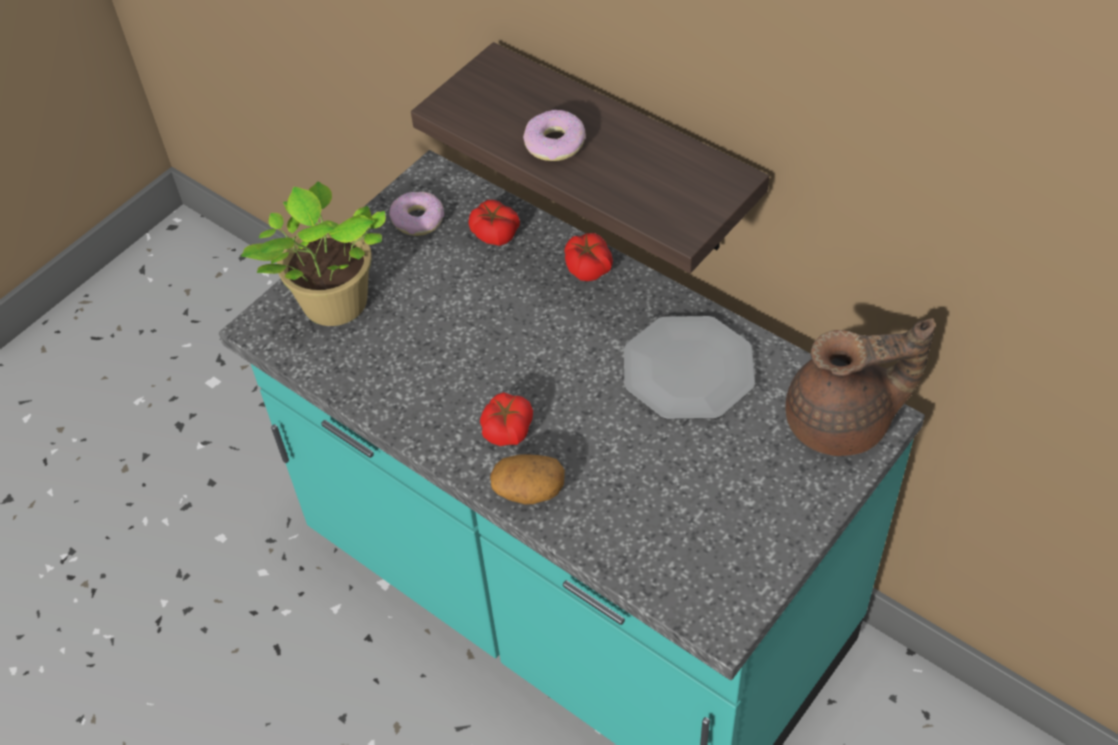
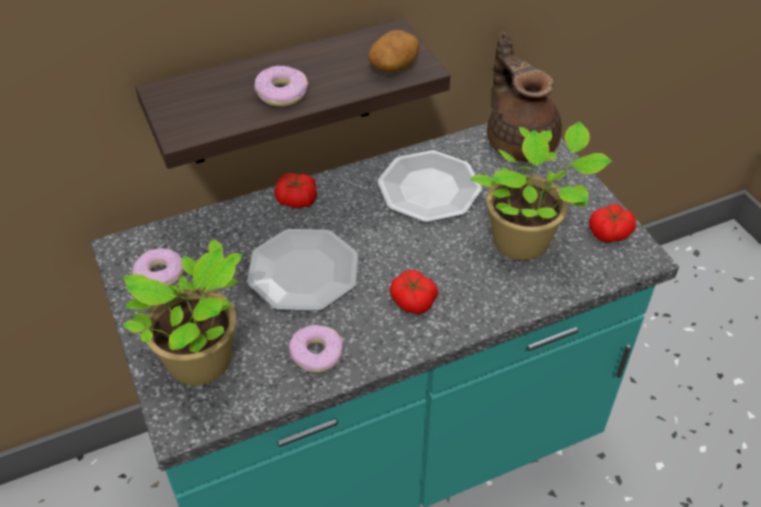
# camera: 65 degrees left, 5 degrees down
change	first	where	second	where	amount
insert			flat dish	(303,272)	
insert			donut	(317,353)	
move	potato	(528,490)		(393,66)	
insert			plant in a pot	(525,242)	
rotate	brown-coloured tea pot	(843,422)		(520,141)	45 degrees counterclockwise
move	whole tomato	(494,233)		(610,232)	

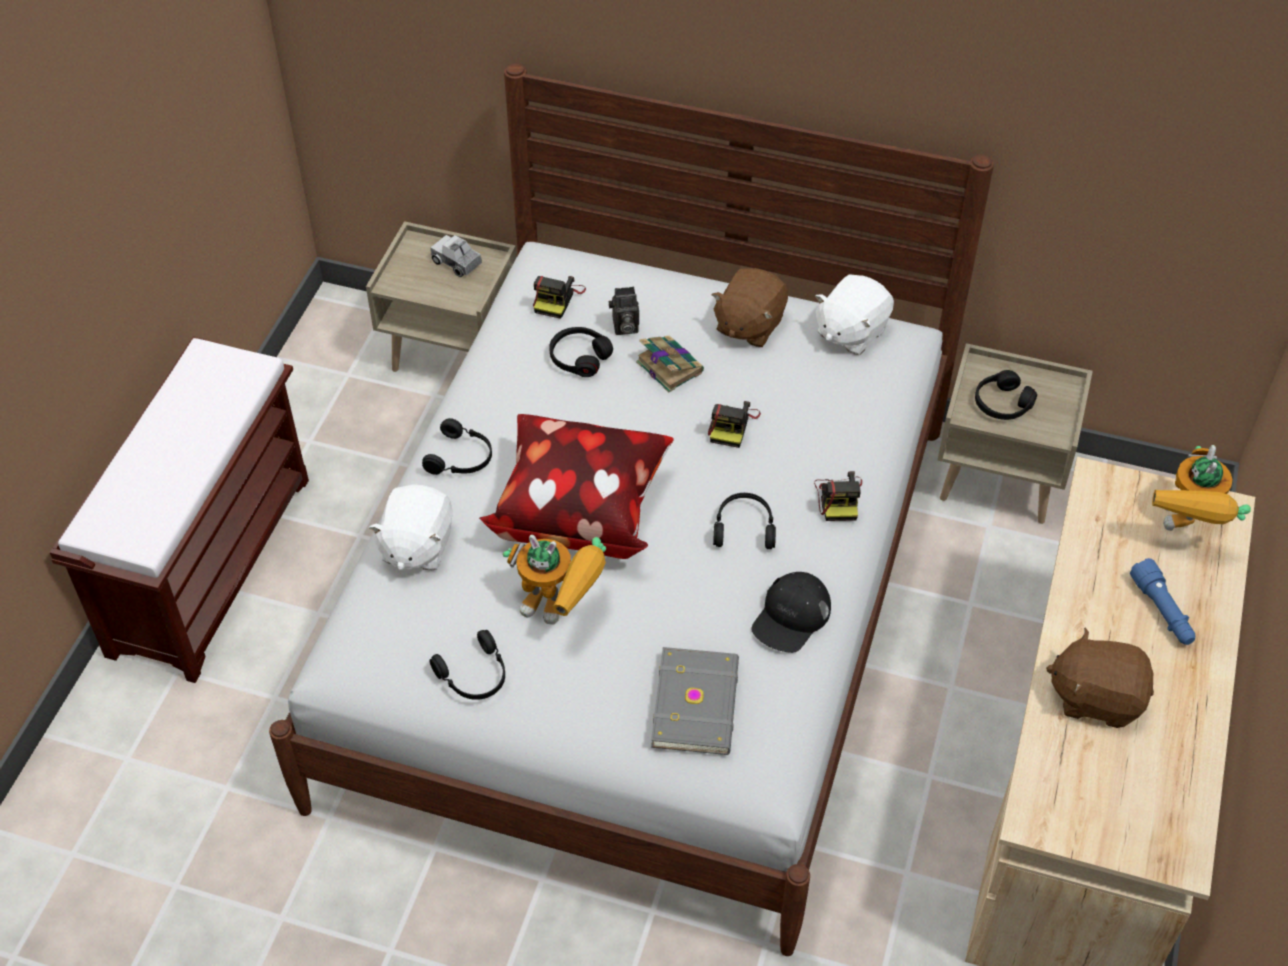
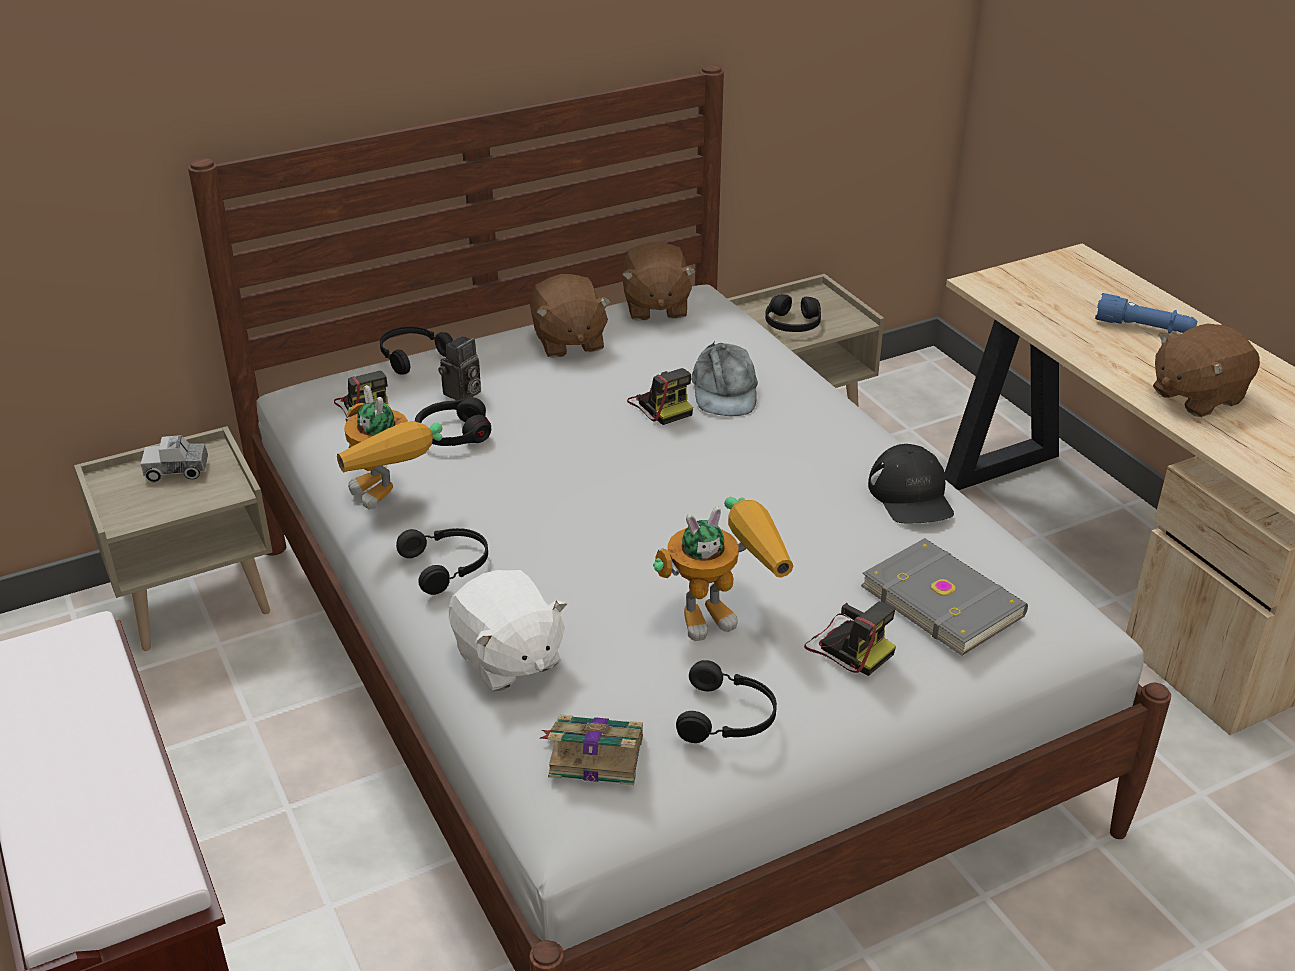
# camera: 45 degrees left, 15 degrees down
change	first	where	second	where	amount
move	model robot	(1185,530)		(390,500)	
move	blackish headset	(744,527)		(411,356)	
move	bound book	(668,366)		(593,754)	
recolor	white-coloured cuddly toy	(850,332)	brown-coloured cuddly toy	(655,307)	
insert			greyish peaked cap	(724,391)	
move	photo camera	(839,498)		(848,647)	
delete	throw pillow	(579,510)			

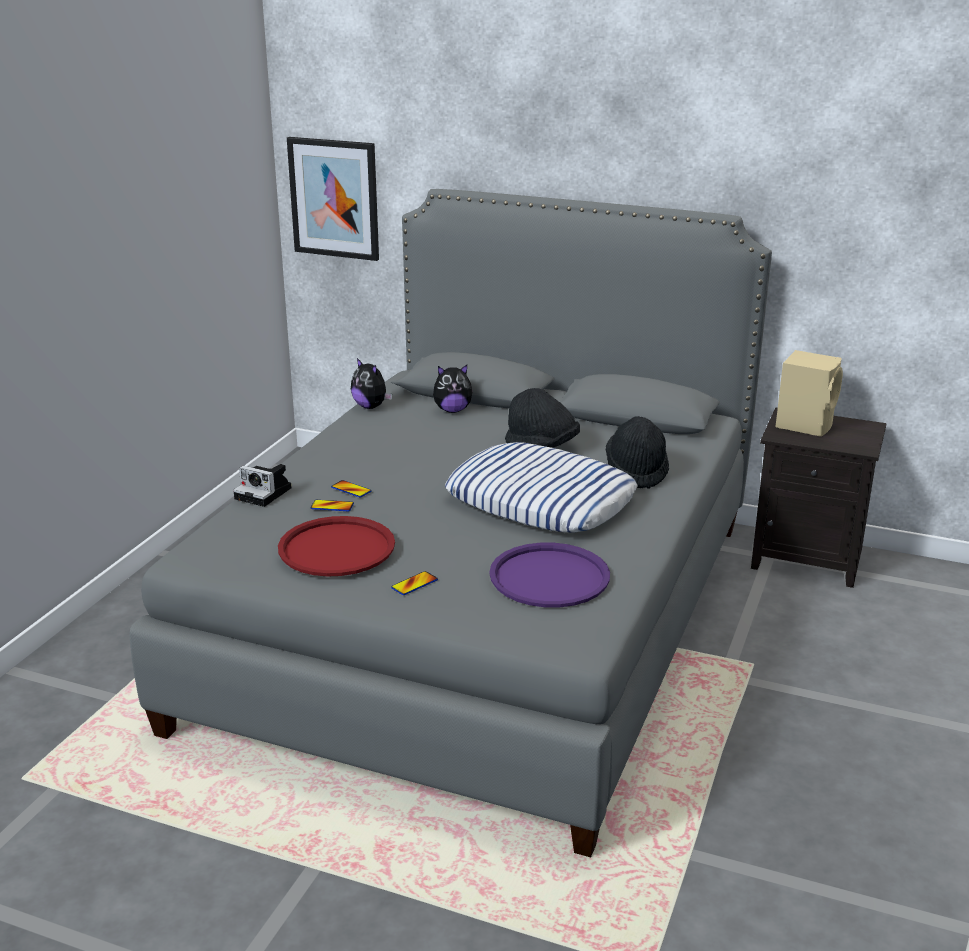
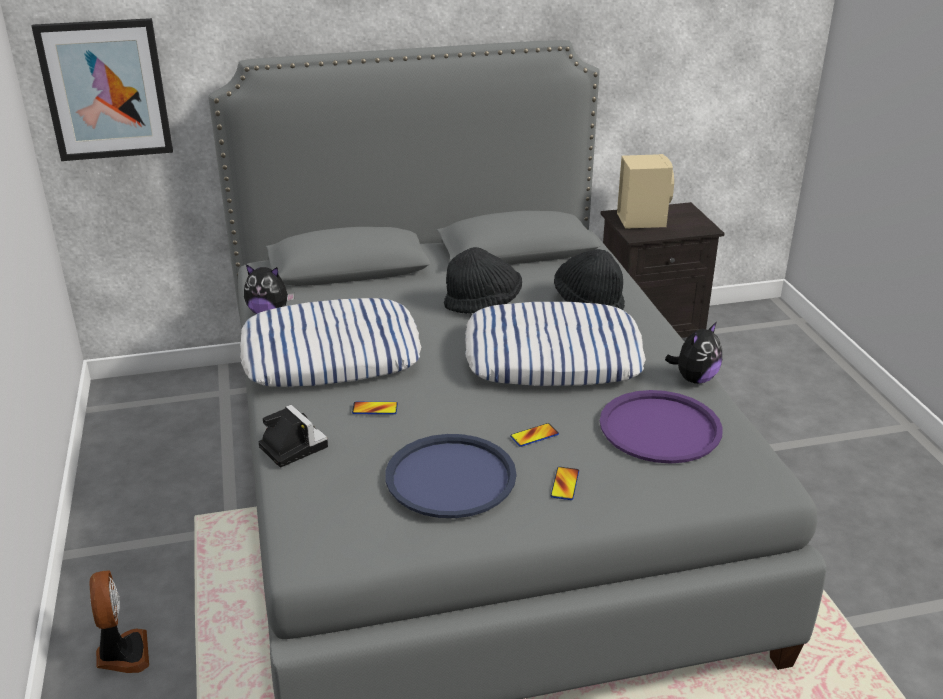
# camera: 35 degrees left, 5 degrees up
change	first	where	second	where	amount
insert			fan	(122,654)	
insert			throw pillow	(330,355)	
rotate	photo camera	(265,493)		(291,446)	120 degrees counterclockwise
recolor	red tray	(337,548)	bluish tray	(450,477)	
move	phone	(332,506)		(534,436)	
move	cuddly toy	(452,410)		(694,379)	

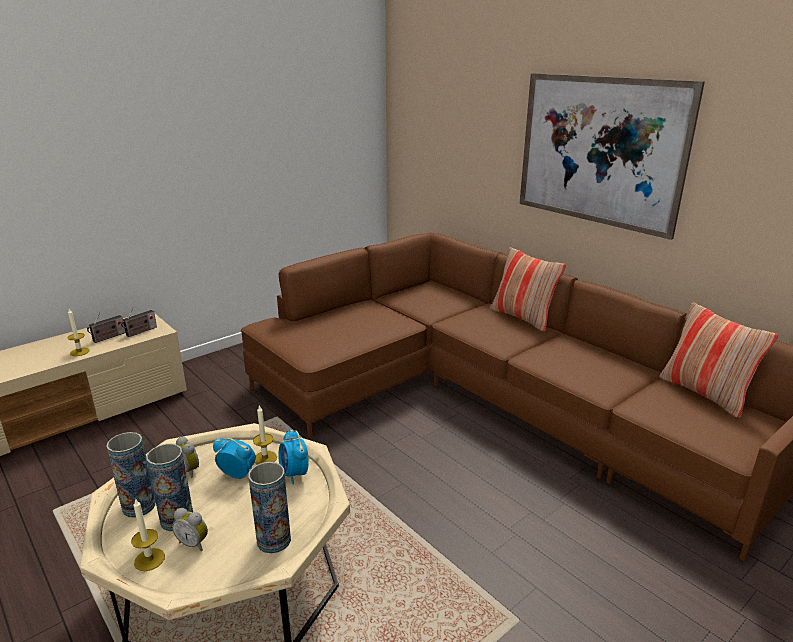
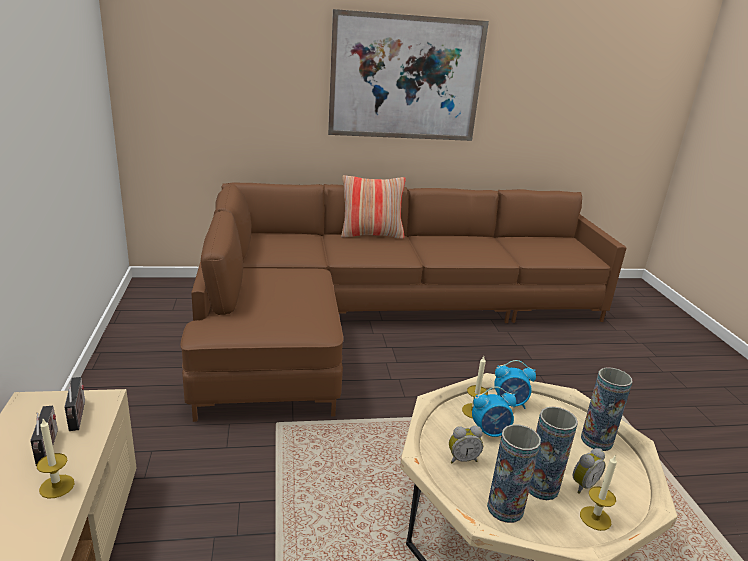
# camera: 60 degrees left, 0 degrees up
change	first	where	second	where	amount
rotate	bedside clock	(238,474)		(490,433)	150 degrees counterclockwise
delete	throw pillow	(705,393)			

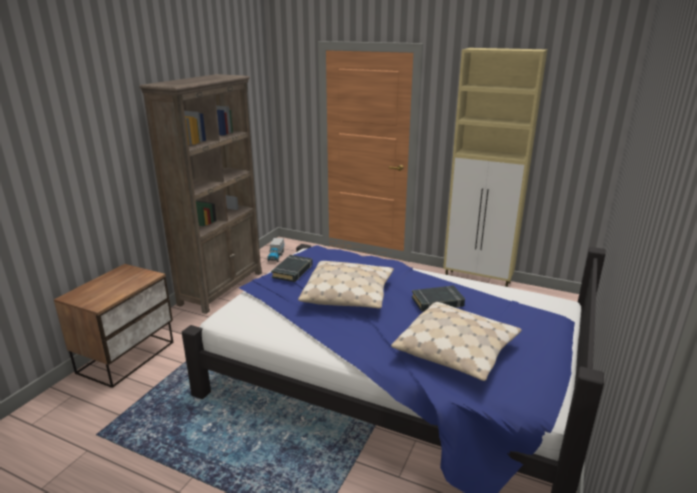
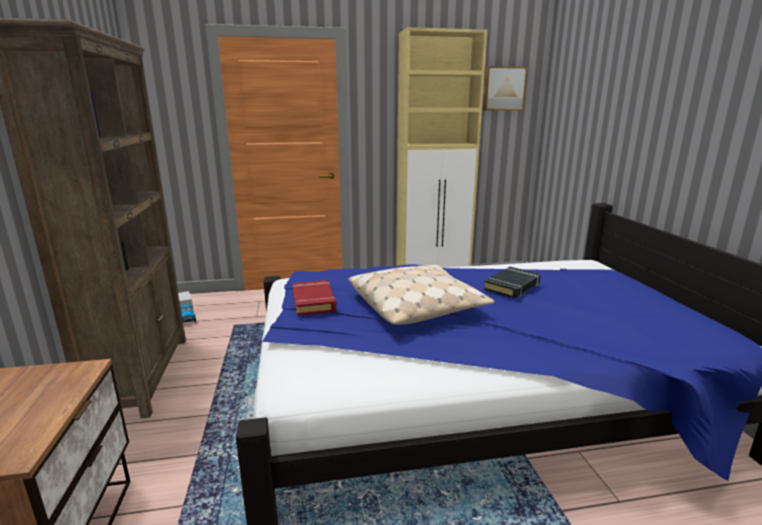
# camera: 35 degrees left, 5 degrees down
change	first	where	second	where	amount
recolor	blackish bound book	(293,271)	red bound book	(314,302)	
insert			picture	(504,88)	
delete	beige throw pillow	(456,351)			

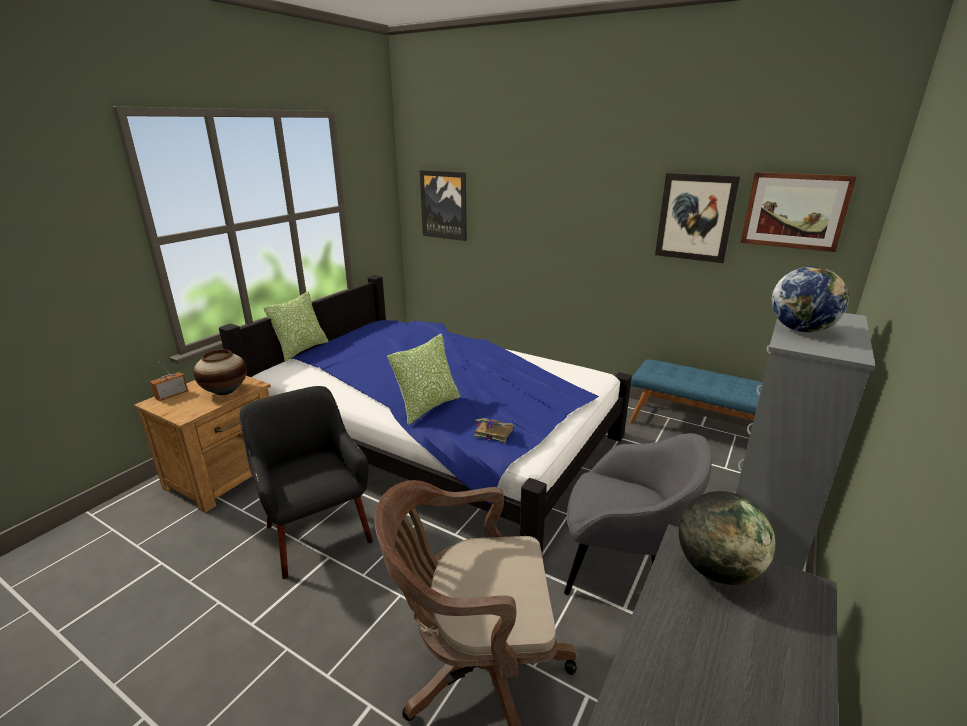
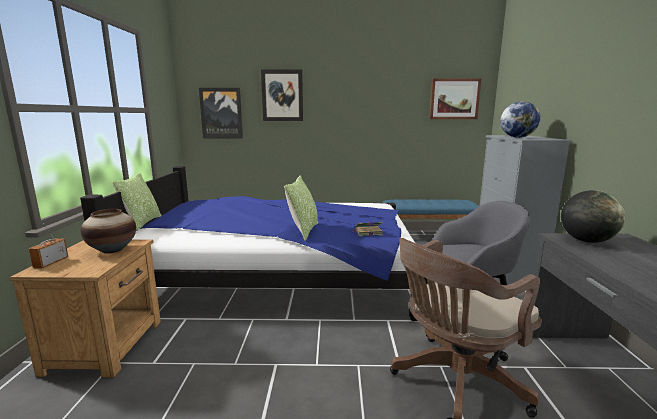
# camera: 30 degrees left, 10 degrees down
change	first	where	second	where	amount
move	picture	(695,217)		(282,95)	
delete	blackish easy chair	(316,533)			

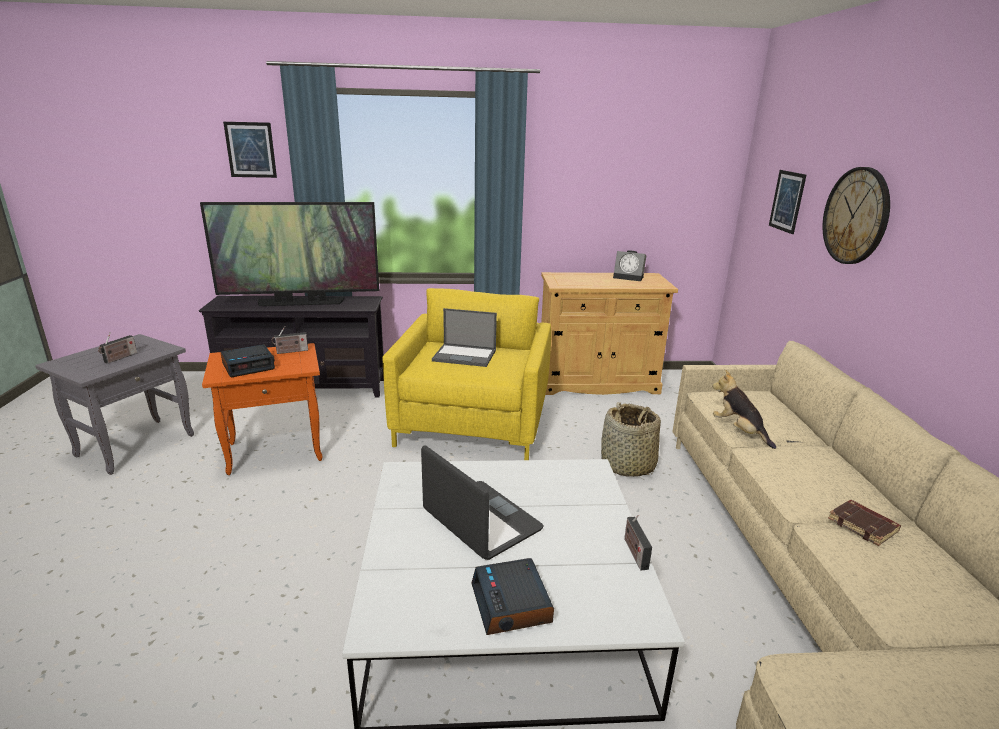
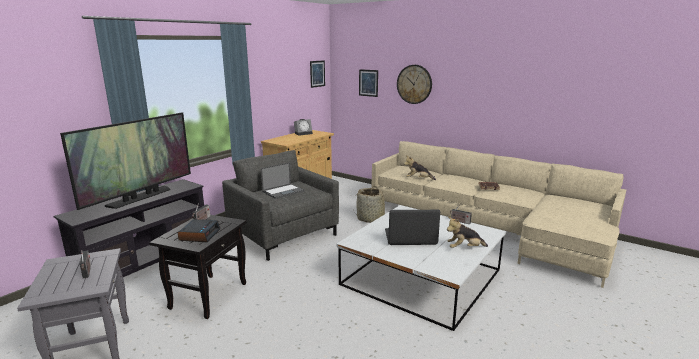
# camera: 50 degrees left, 5 degrees down
change	first	where	second	where	amount
recolor	orange-coloured end table	(277,451)	blackish end table	(209,295)	
recolor	yellow easy chair	(473,423)	greyish easy chair	(283,234)	
move	picture	(250,150)		(317,73)	
replace	bedside clock	(512,604)	cuddly toy	(464,248)	

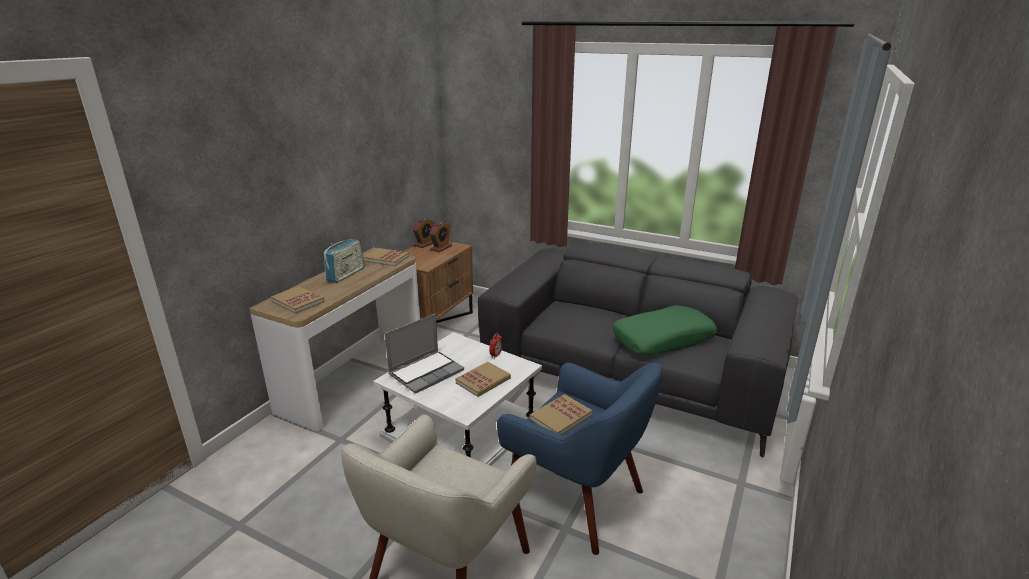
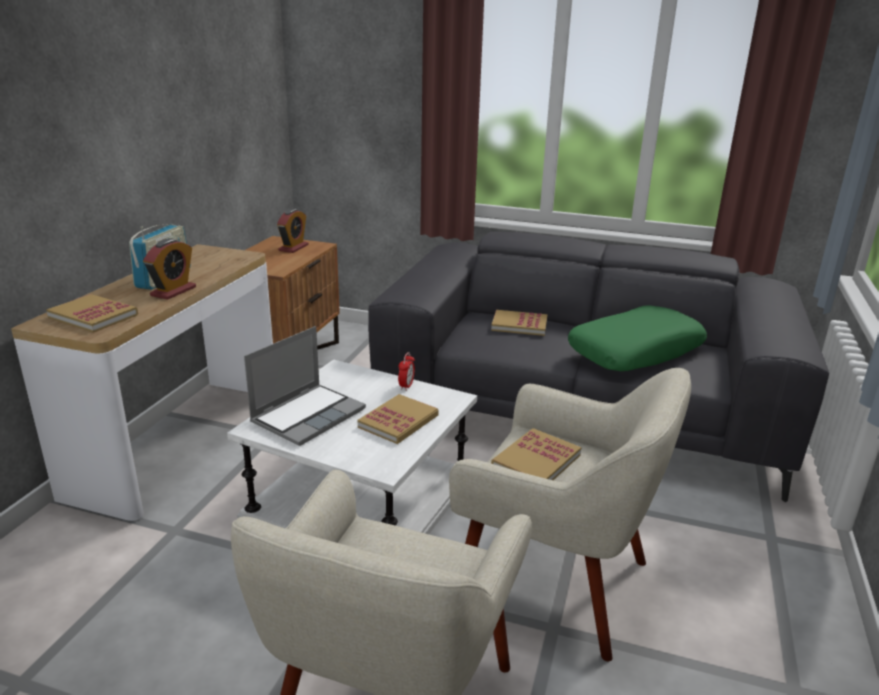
# camera: 10 degrees left, 0 degrees up
change	first	where	second	where	amount
move	bedside clock	(425,244)		(173,291)	
recolor	bluish easy chair	(576,498)	beige easy chair	(556,581)	
move	bound book	(386,258)		(519,325)	

